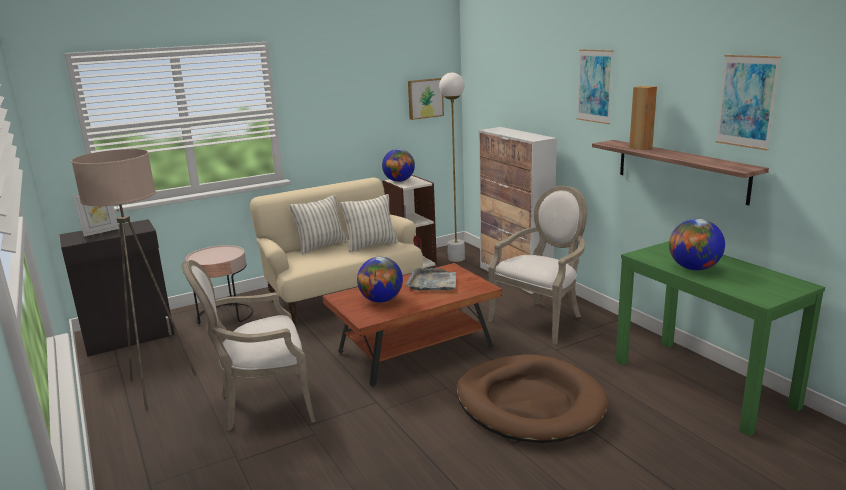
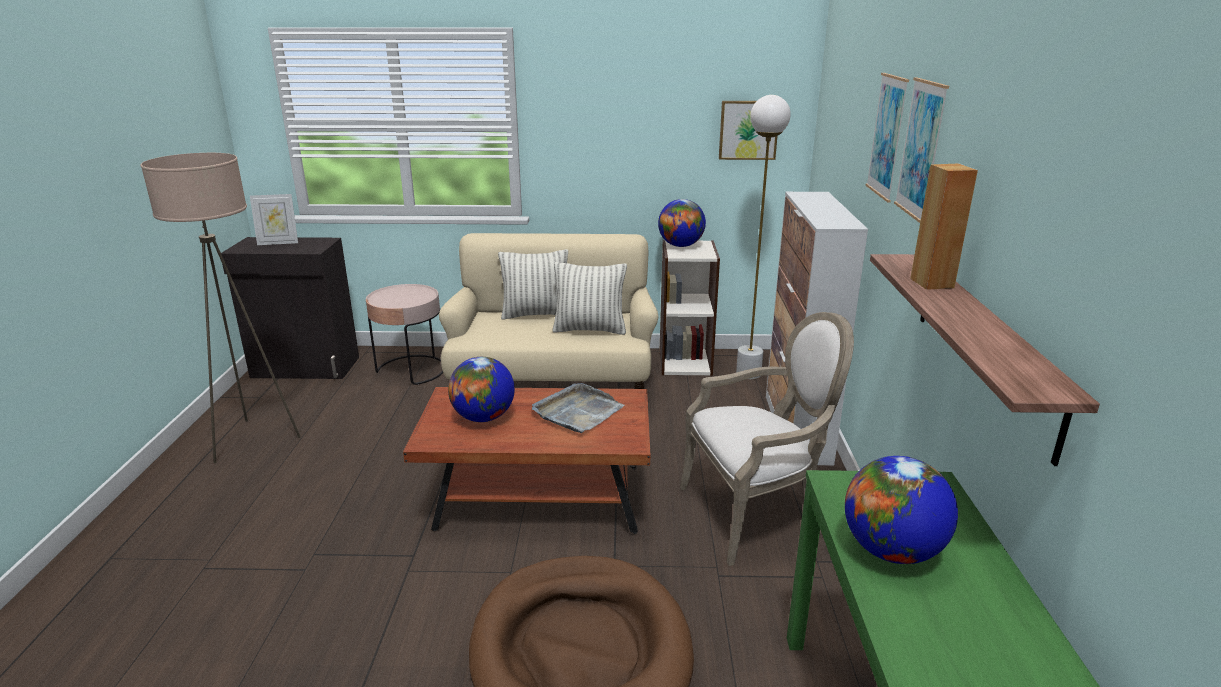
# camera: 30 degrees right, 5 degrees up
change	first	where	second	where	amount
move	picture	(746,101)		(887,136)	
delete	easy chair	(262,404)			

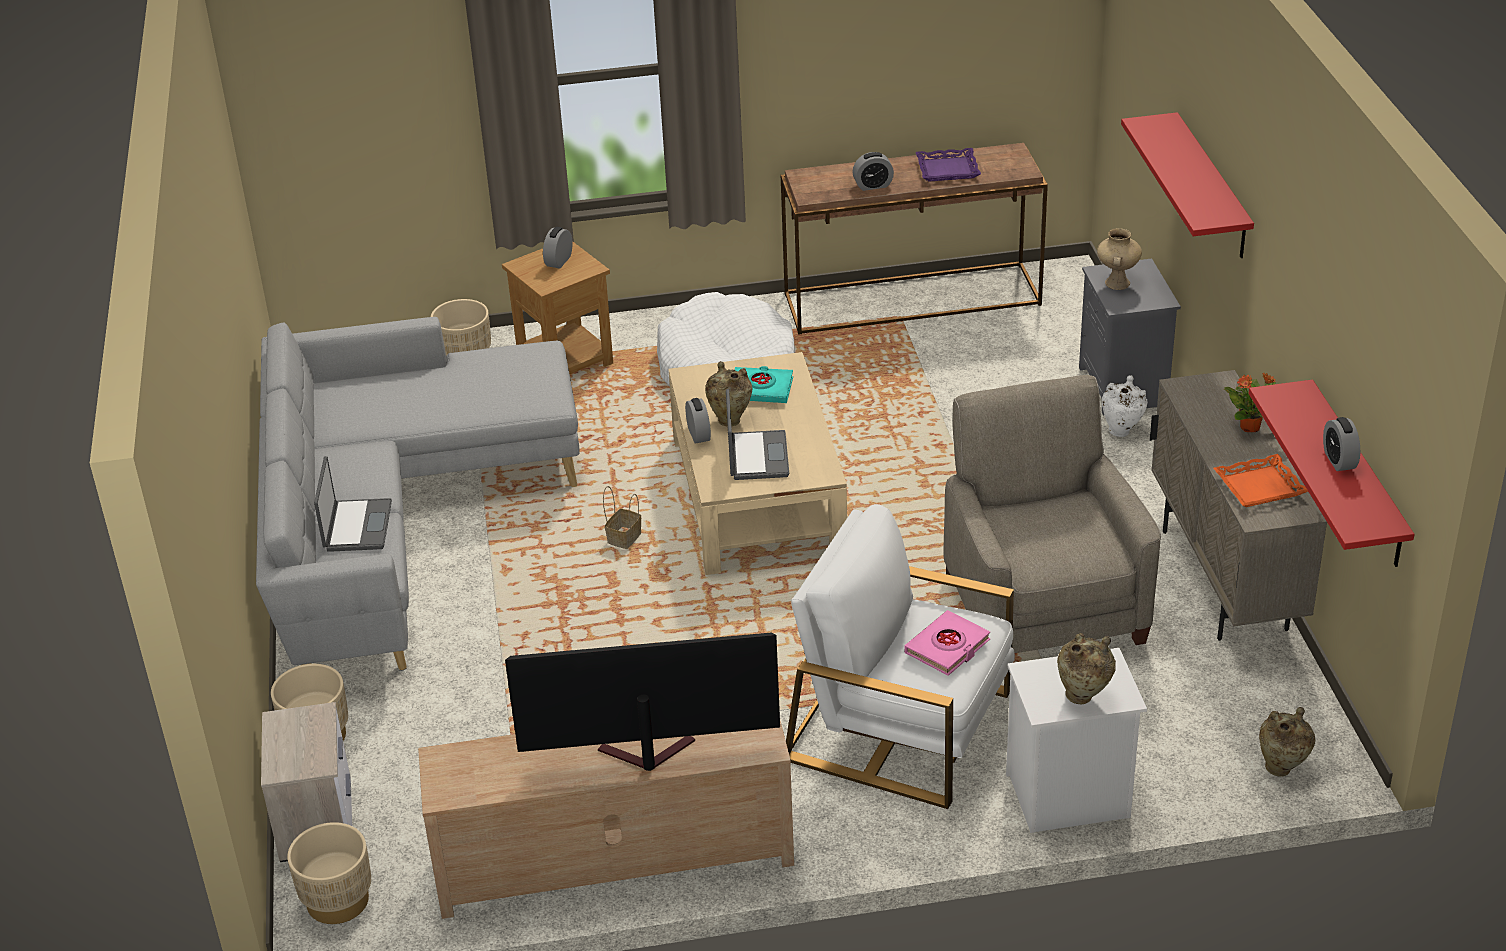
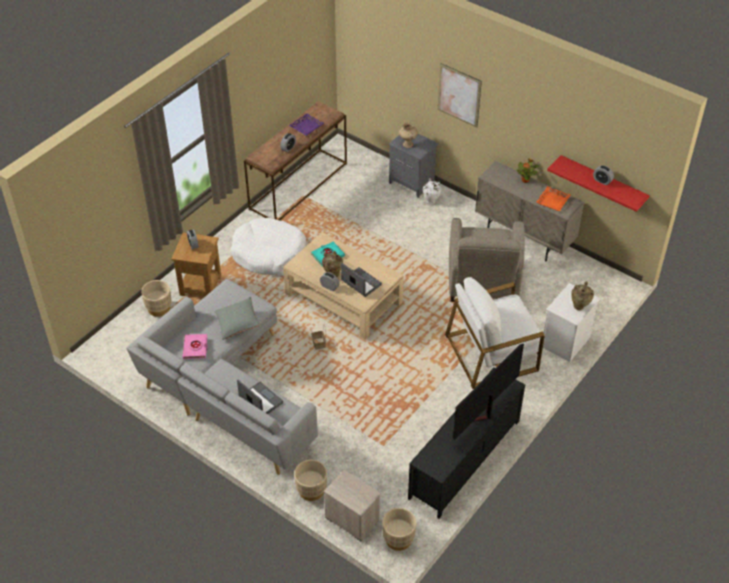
# camera: 45 degrees left, 10 degrees up
change	first	where	second	where	amount
move	pink-coloured bound book	(947,647)		(195,348)	
insert			greyish throw pillow	(237,323)	
recolor	beige media console	(613,859)	blackish media console	(464,459)	
replace	red bracket shelf	(1212,187)	picture	(459,95)	
rotate	beige easy chair	(1042,606)		(483,282)	120 degrees counterclockwise
delete	beige decorative vase	(1282,768)			

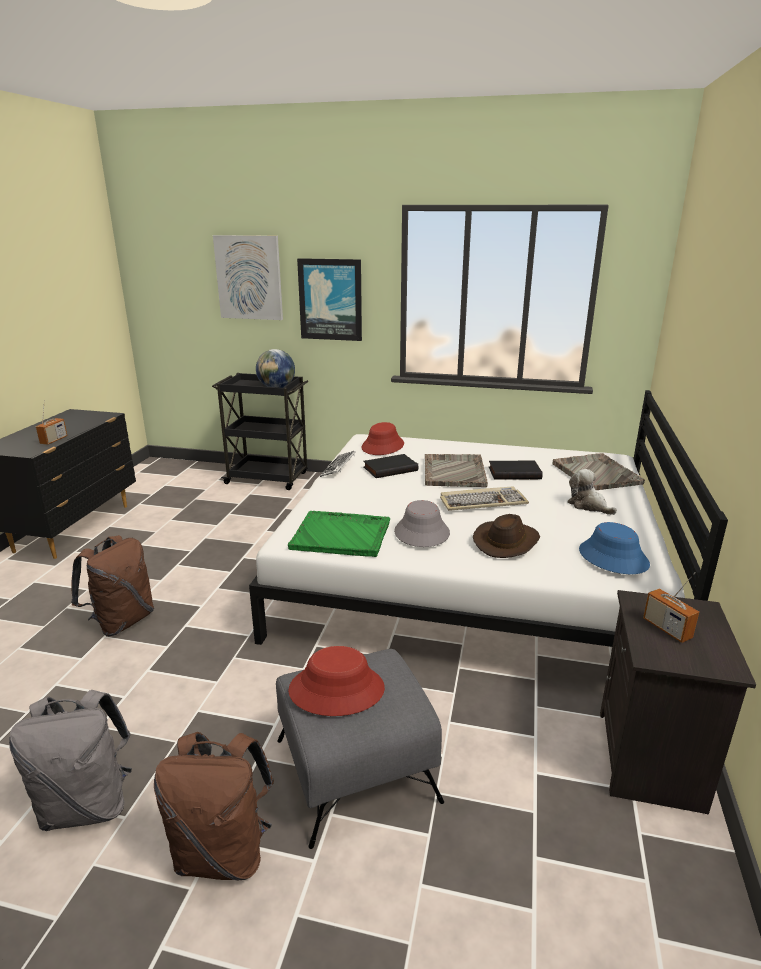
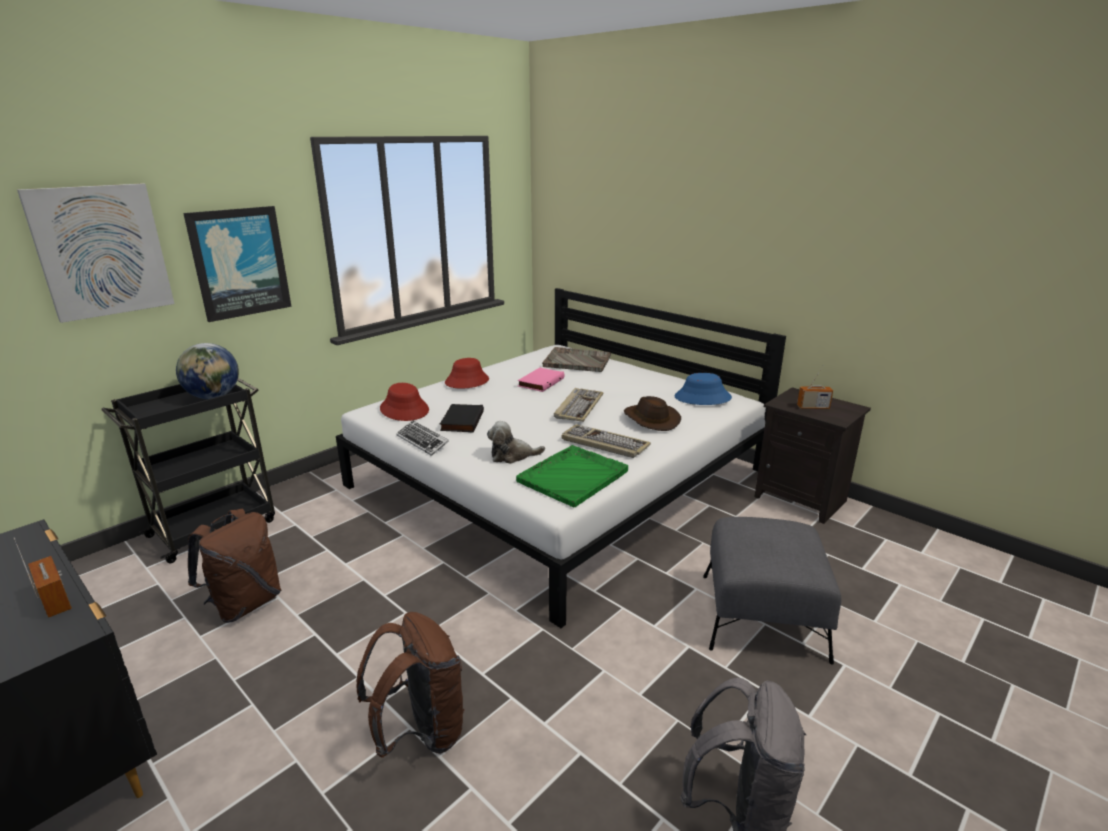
# camera: 60 degrees left, 0 degrees up
change	first	where	second	where	amount
move	brown-coloured backpack	(223,852)		(245,604)	
move	red clothing hat	(337,689)		(467,381)	
move	cuddly toy	(588,505)		(512,456)	
recolor	blackish bound book	(514,472)	pink-coloured bound book	(540,382)	
replace	greyish clothing hat	(421,532)	keyboard	(603,443)	
delete	greyish tray	(454,471)			

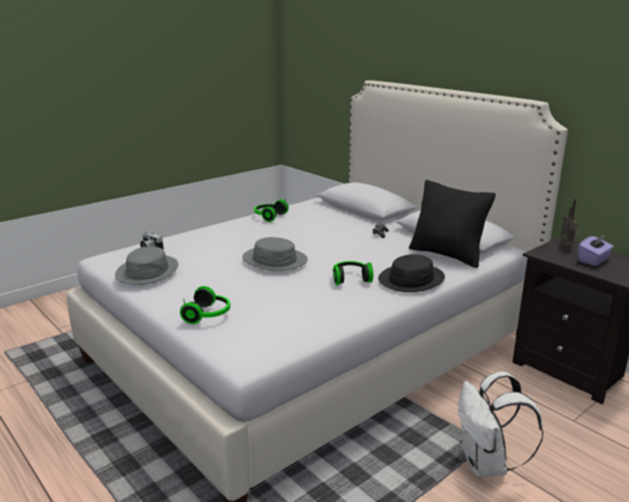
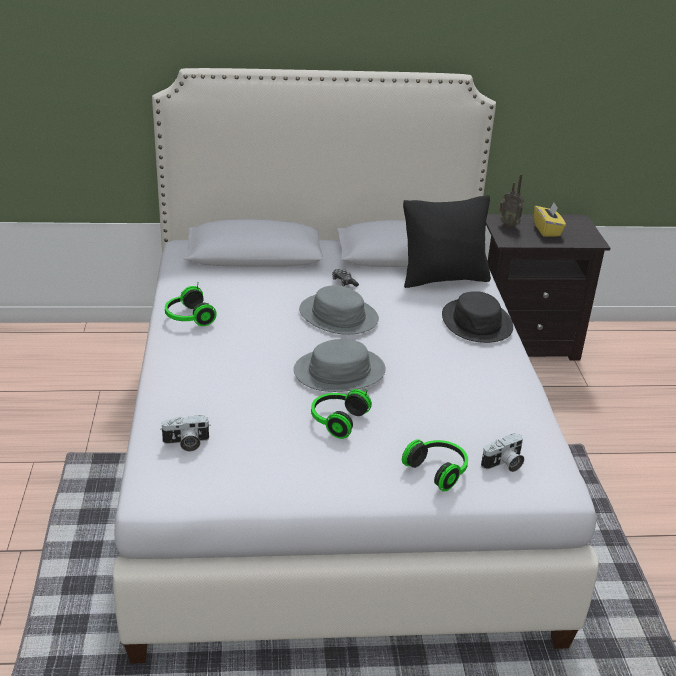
# camera: 55 degrees left, 10 degrees up
change	first	where	second	where	amount
move	greyish clothing hat	(147,271)		(338,316)	
move	headset	(350,279)		(336,420)	
insert			photo camera	(504,464)	
recolor	purple tissue holder	(593,260)	yellow tissue holder	(547,230)	
delete	white-coloured backpack	(487,465)			

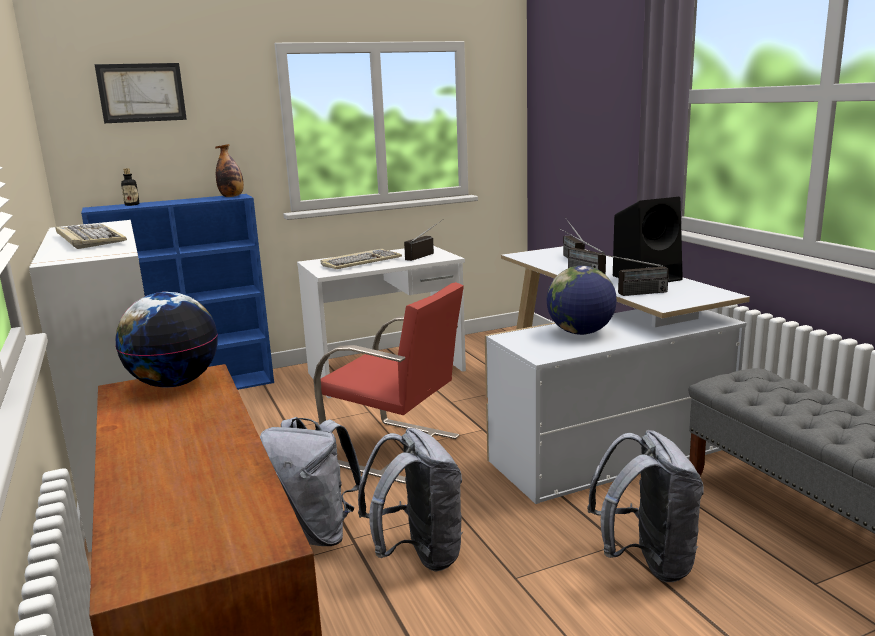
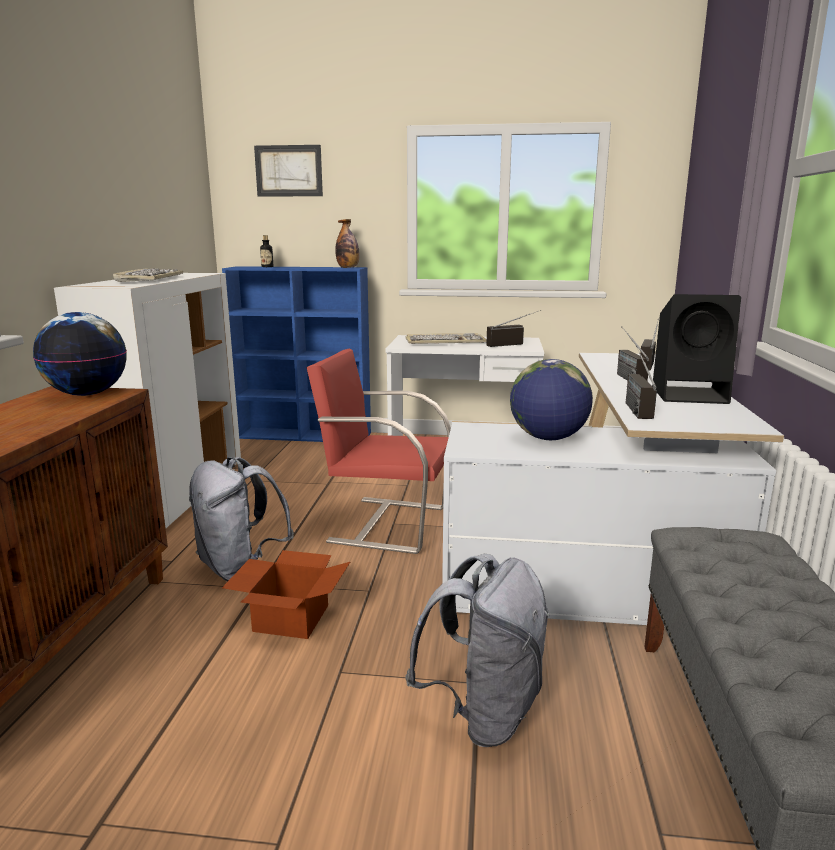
# camera: 30 degrees right, 0 degrees up
change	first	where	second	where	amount
replace	greyish backpack	(418,555)	carton	(289,617)	
rotate	red chair	(396,450)		(386,523)	135 degrees clockwise
rotate	radio receiver	(631,294)		(633,406)	75 degrees clockwise

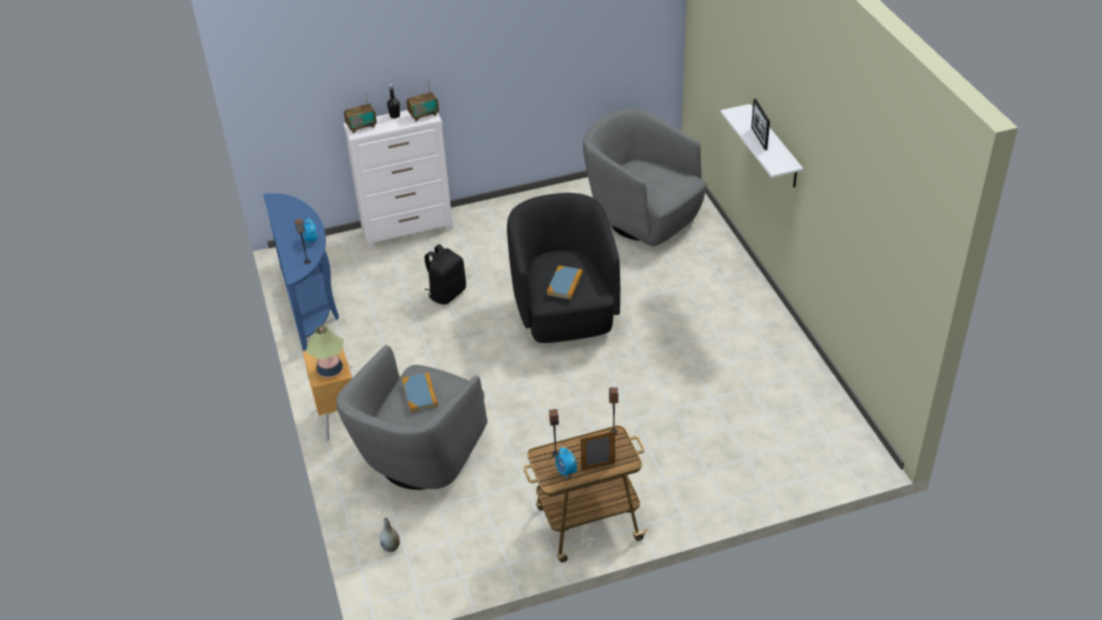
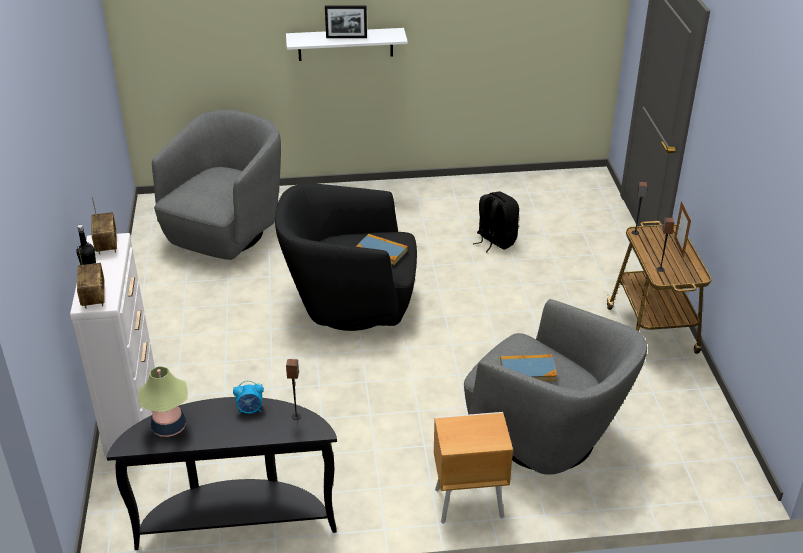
# camera: 80 degrees left, 5 degrees down
change	first	where	second	where	amount
recolor	bluish console table	(311,305)	blackish console table	(236,520)	
move	table lamp	(330,370)		(169,426)	
rotate	greyish easy chair	(643,218)		(225,232)	150 degrees clockwise
move	blackish backpack	(447,293)		(495,241)	
delete	greyish decorative vase	(391,547)			
delete	bedside clock	(566,472)			

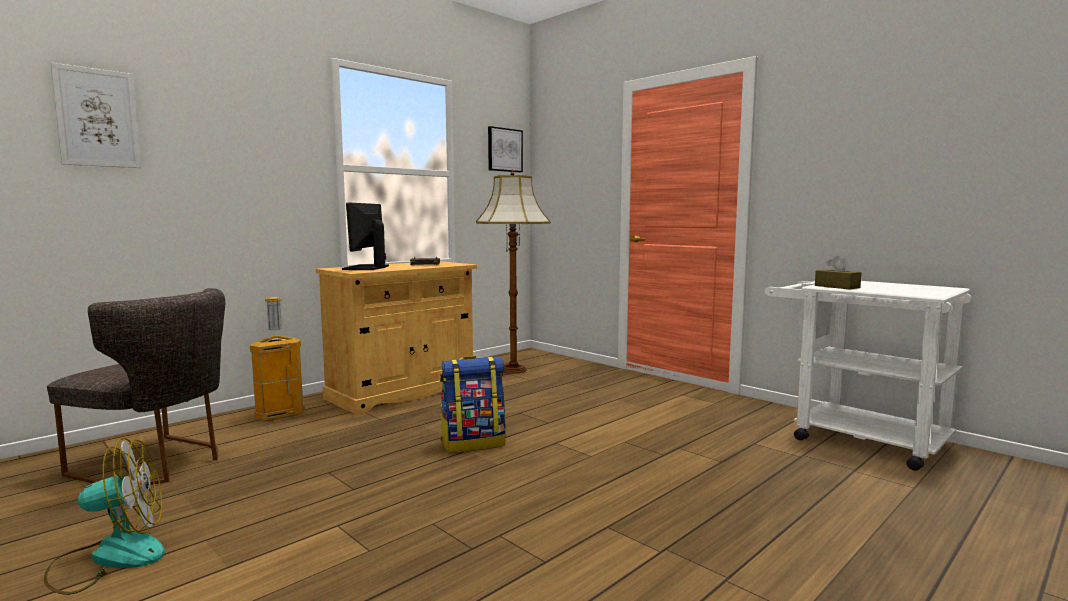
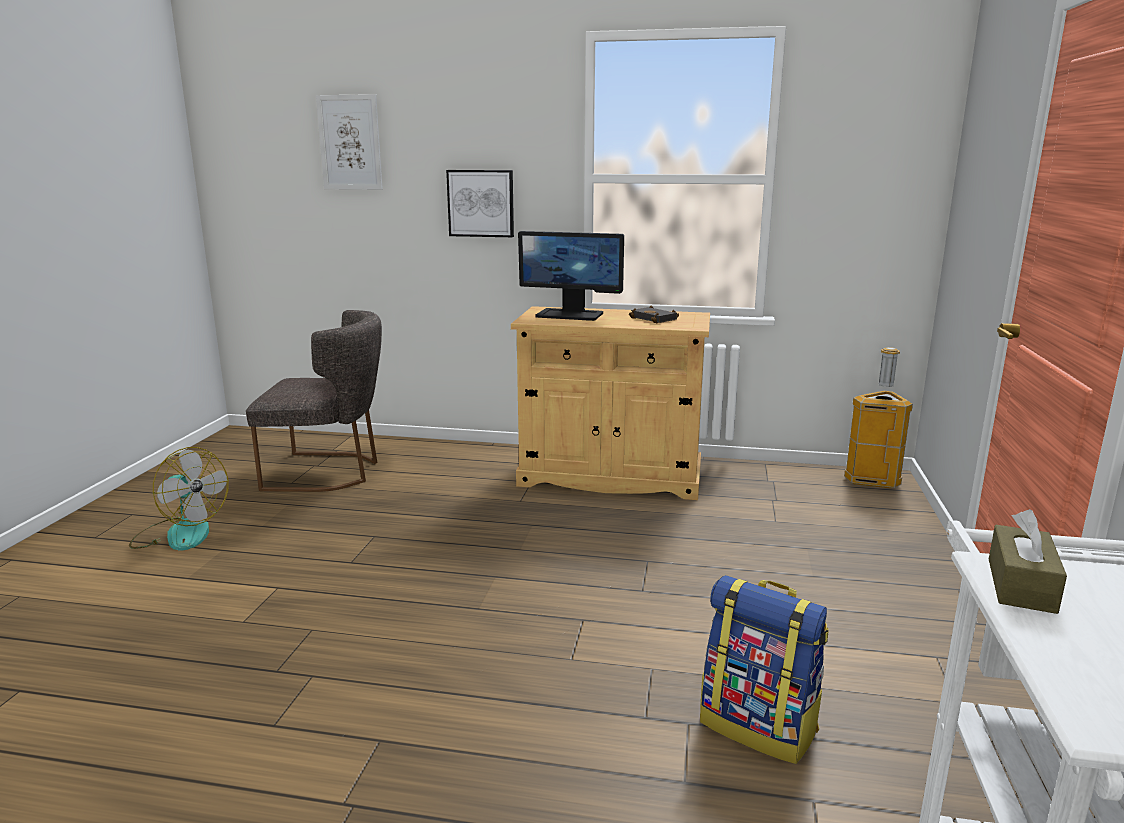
# camera: 55 degrees right, 10 degrees up
change	first	where	second	where	amount
rotate	greyish chair	(159,463)		(329,472)	75 degrees counterclockwise
move	picture	(504,150)		(481,203)	
rotate	computer display	(367,268)		(570,315)	135 degrees counterclockwise
move	backpack	(473,443)		(759,726)	
move	rubbish bin	(278,415)		(871,481)	
delete	standard lamp	(514,370)			

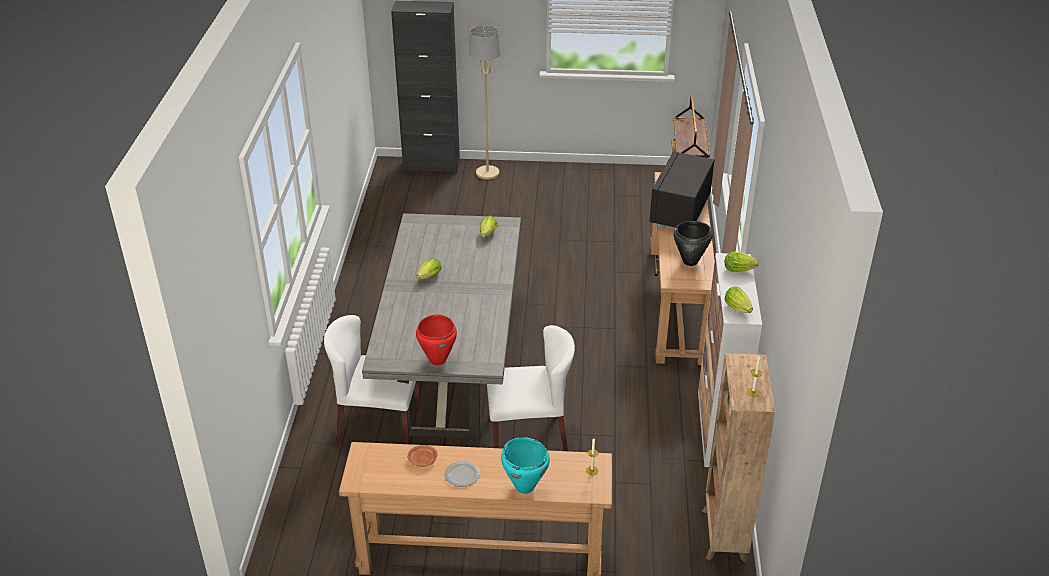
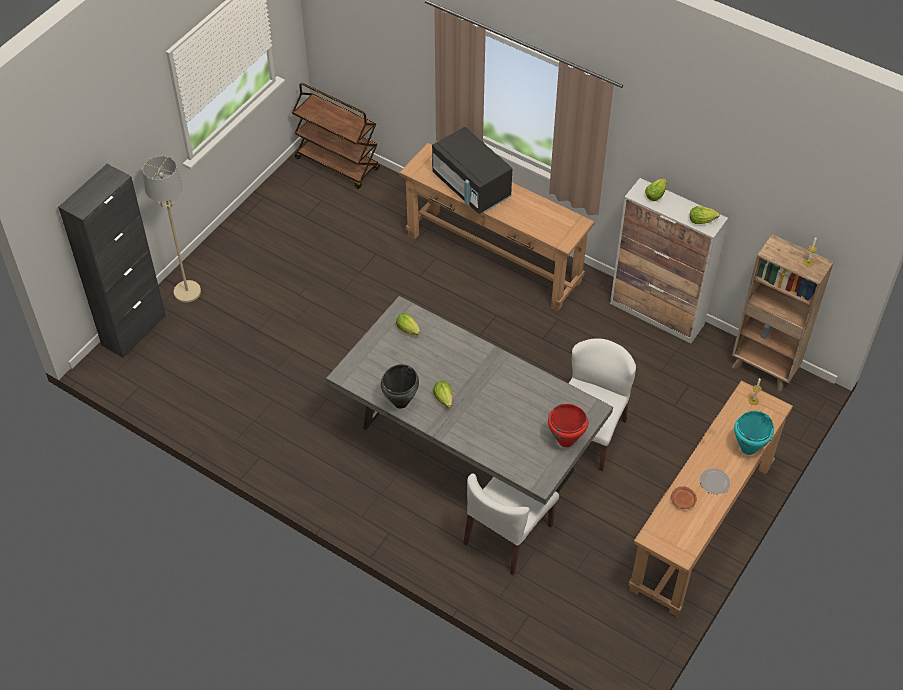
# camera: 60 degrees left, 15 degrees up
change	first	where	second	where	amount
move	blackish stockpot	(690,262)		(401,402)	

